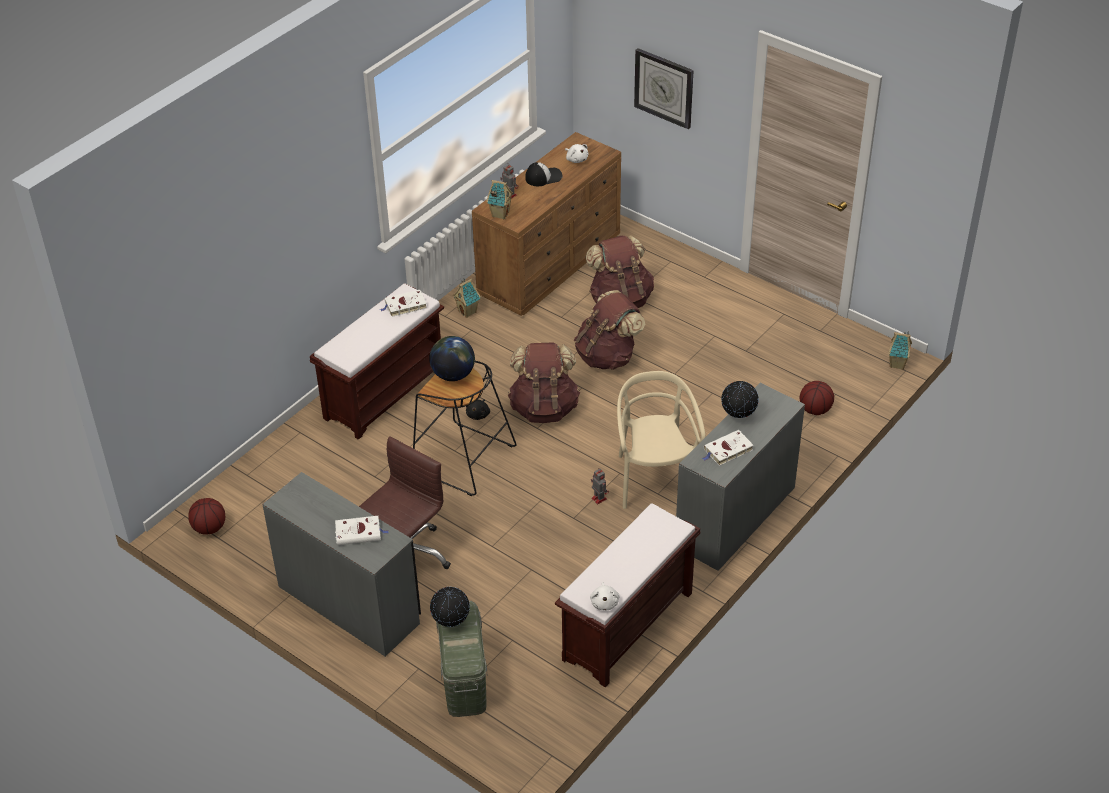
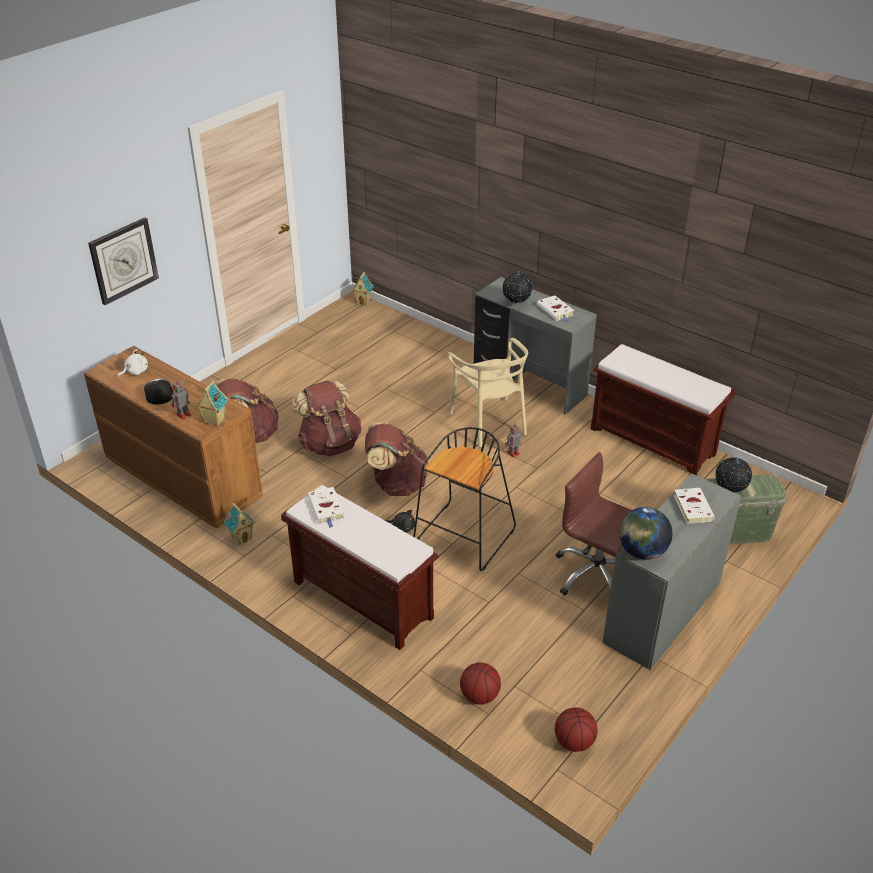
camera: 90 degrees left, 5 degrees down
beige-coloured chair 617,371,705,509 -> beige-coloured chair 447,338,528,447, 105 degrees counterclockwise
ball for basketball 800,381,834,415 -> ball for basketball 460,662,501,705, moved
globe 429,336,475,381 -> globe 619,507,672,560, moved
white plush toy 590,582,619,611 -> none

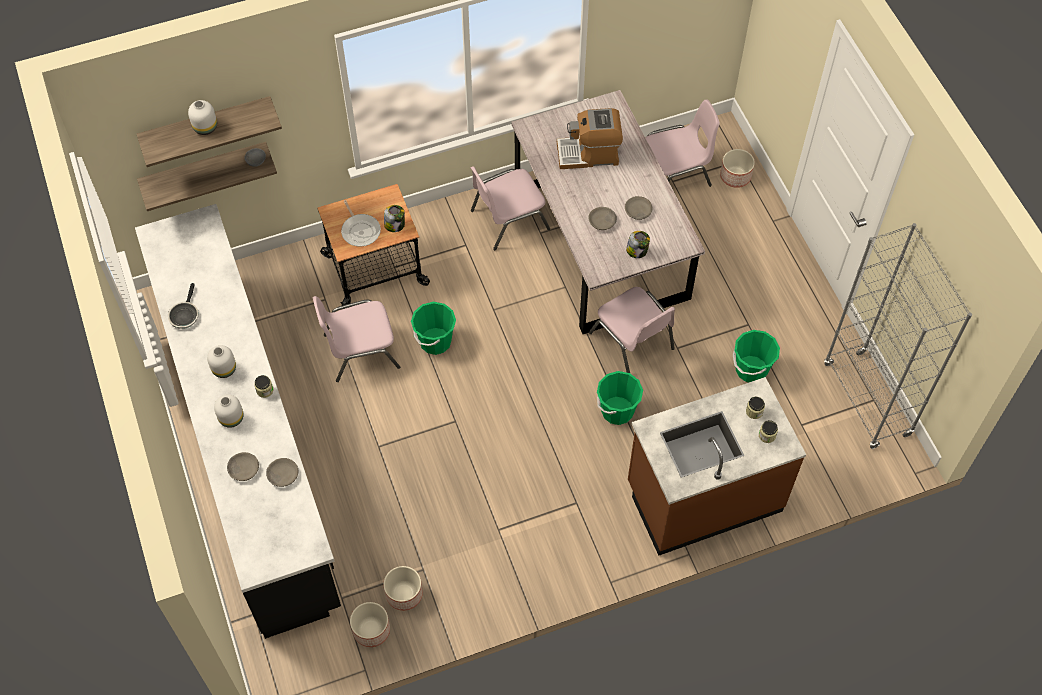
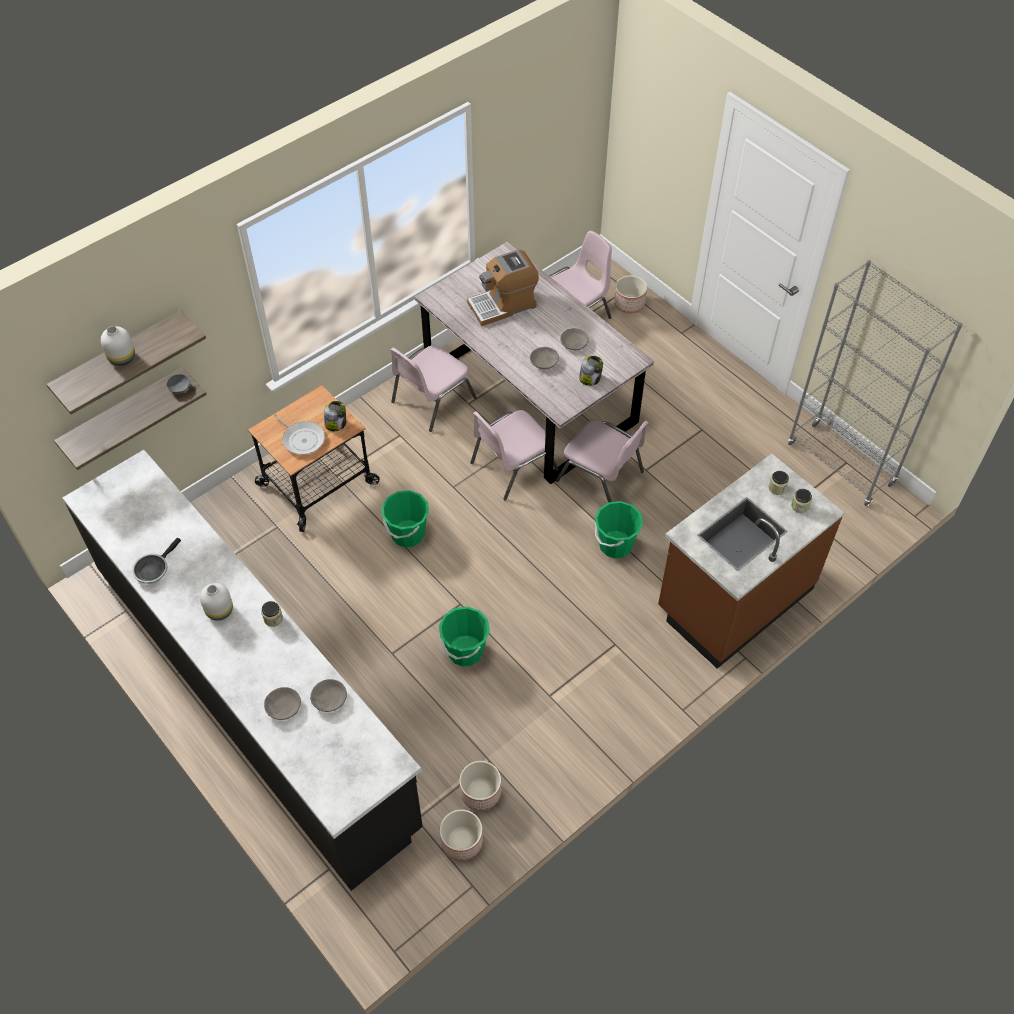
camera: 20 degrees left, 5 degrees down
pan 168,283,199,329 -> pan 132,538,181,584, 45 degrees clockwise
green-coloured water bucket 733,330,780,382 -> green-coloured water bucket 439,606,490,666, moved
pinkish chair 313,296,400,382 -> pinkish chair 470,410,559,500, moved
white flower vase 214,394,243,428 -> none

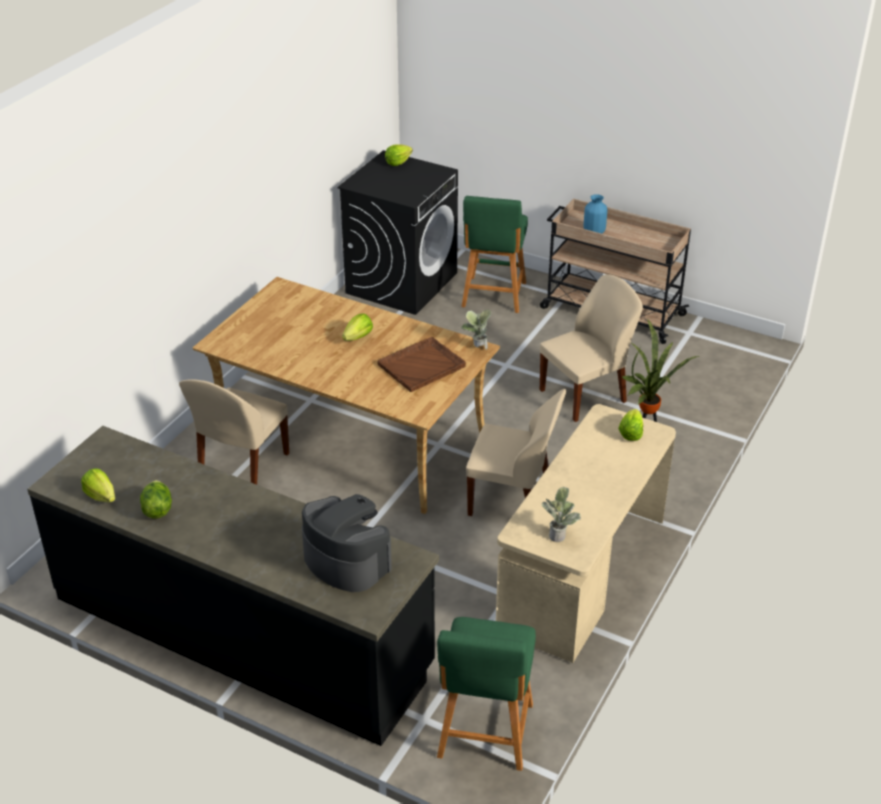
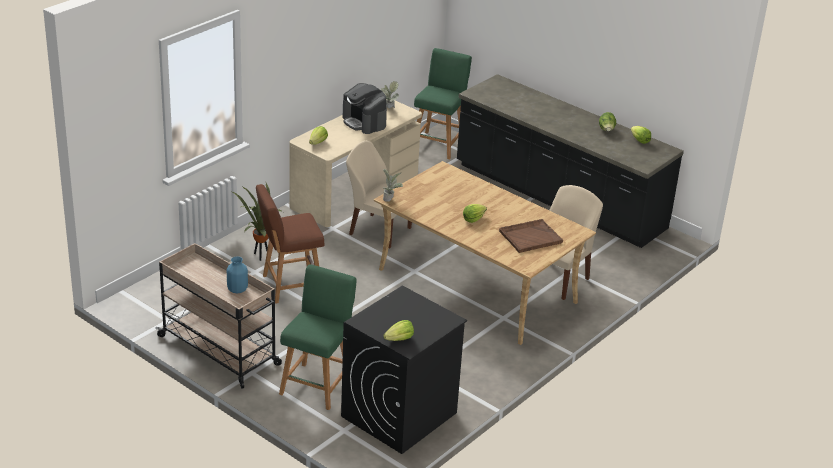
camera: 170 degrees left, 5 degrees down
beige-coloured chair 540,275,643,422 -> brown stool 256,184,325,303
coffee machine 302,494,392,592 -> coffee machine 343,83,387,134, moved
brown serving tray 377,337,466,392 -> brown serving tray 499,219,563,253, moved

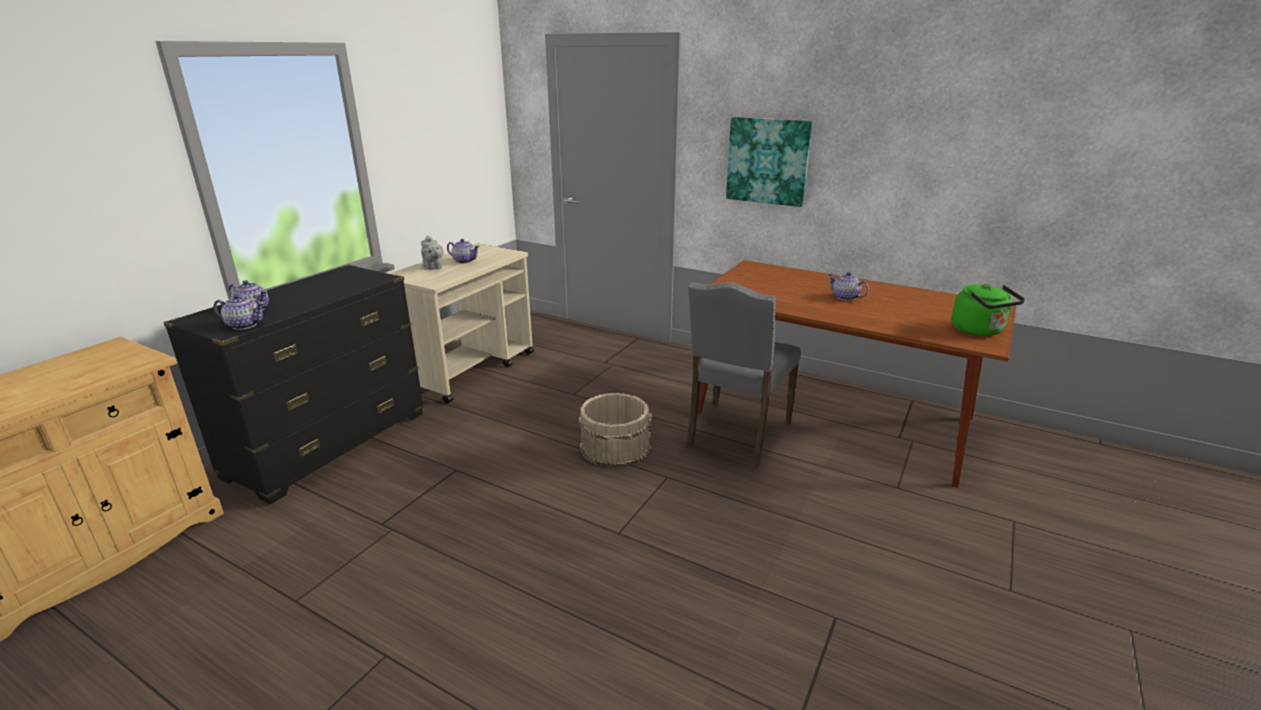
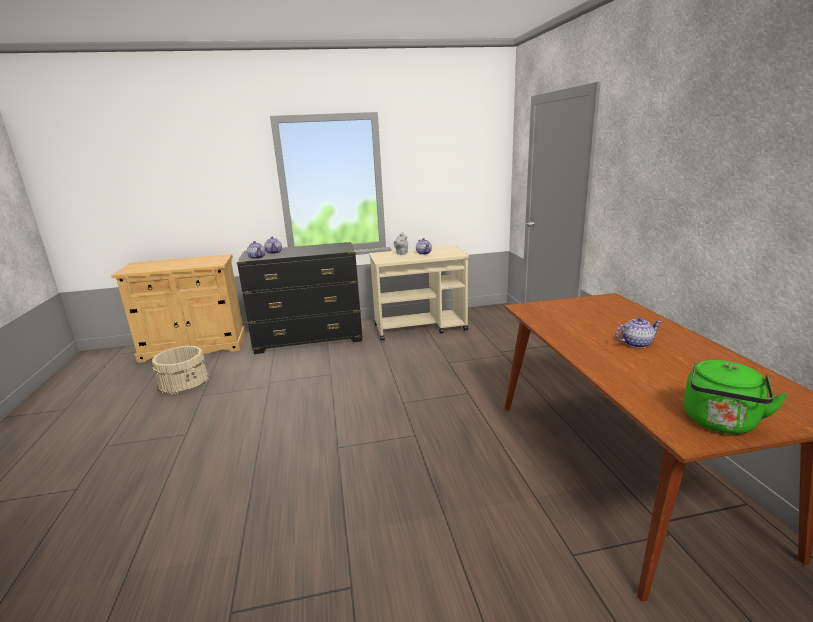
camera: 50 degrees right, 5 degrees down
beige-coloured water bucket 579,393,652,468 -> beige-coloured water bucket 152,346,209,395, moved
teapot 828,272,869,301 -> teapot 615,317,661,348, 75 degrees clockwise
gray chair 686,282,801,468 -> none
wall art 726,117,813,207 -> none

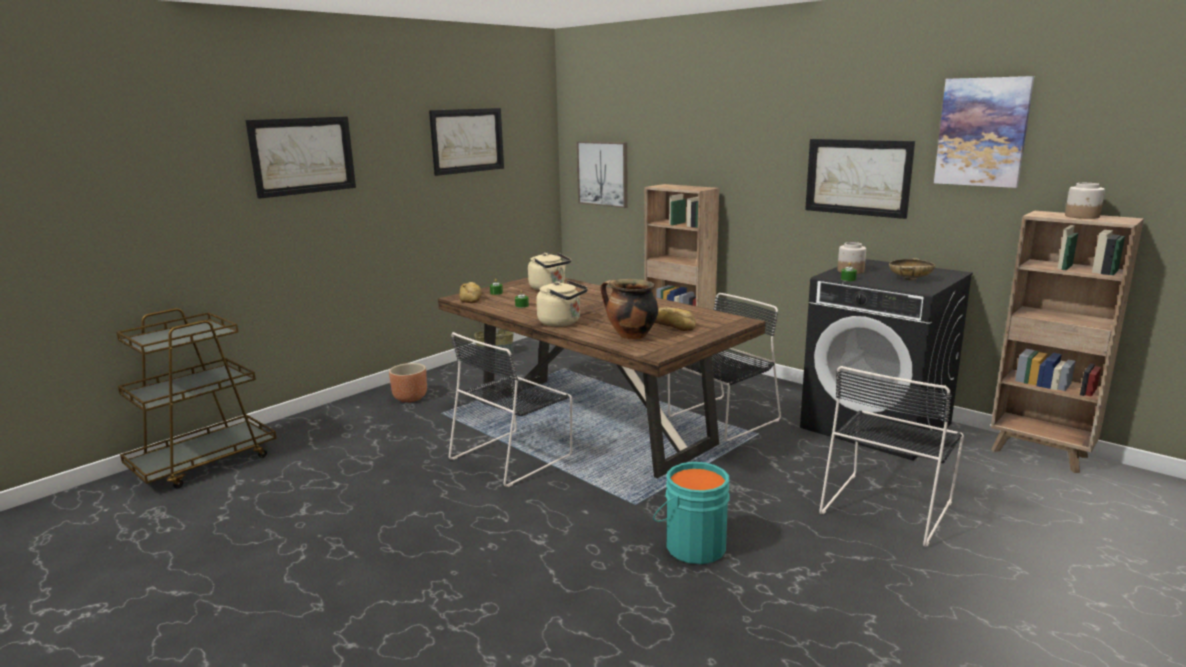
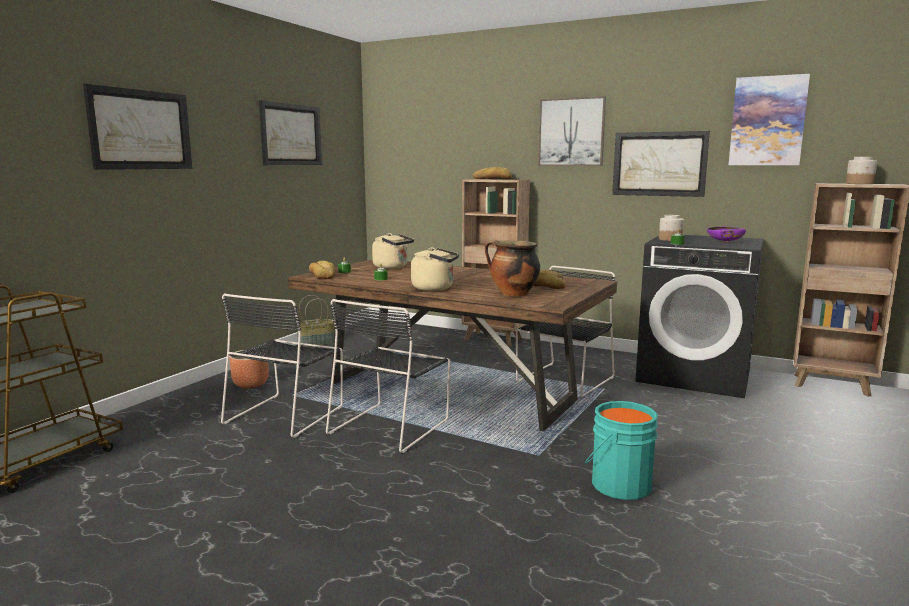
camera: 15 degrees left, 5 degrees down
blackish chair 819,366,964,547 -> blackish chair 221,294,343,438, moved
none -> baked bread 473,167,512,179
wall art 577,141,628,208 -> wall art 538,96,606,166, moved
beige-coloured deep dish 889,258,935,281 -> purple-coloured deep dish 707,226,746,243

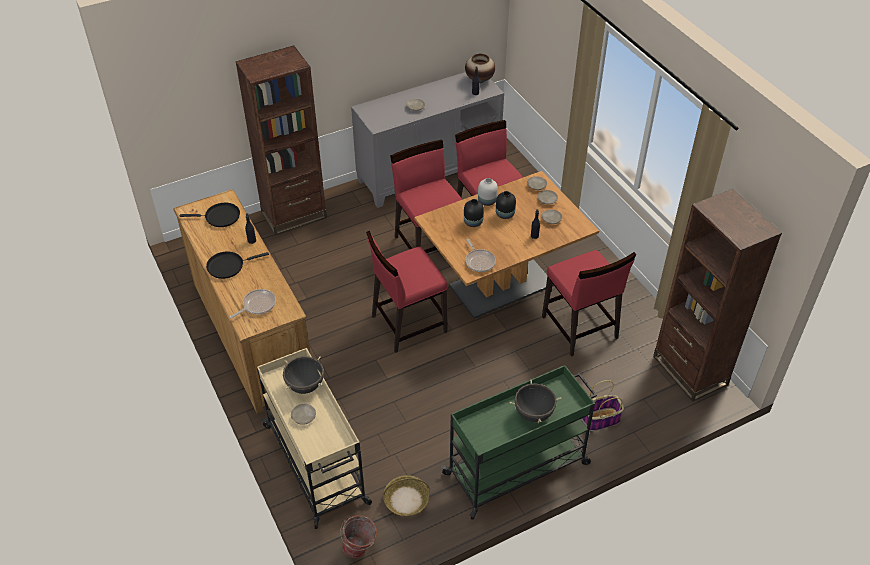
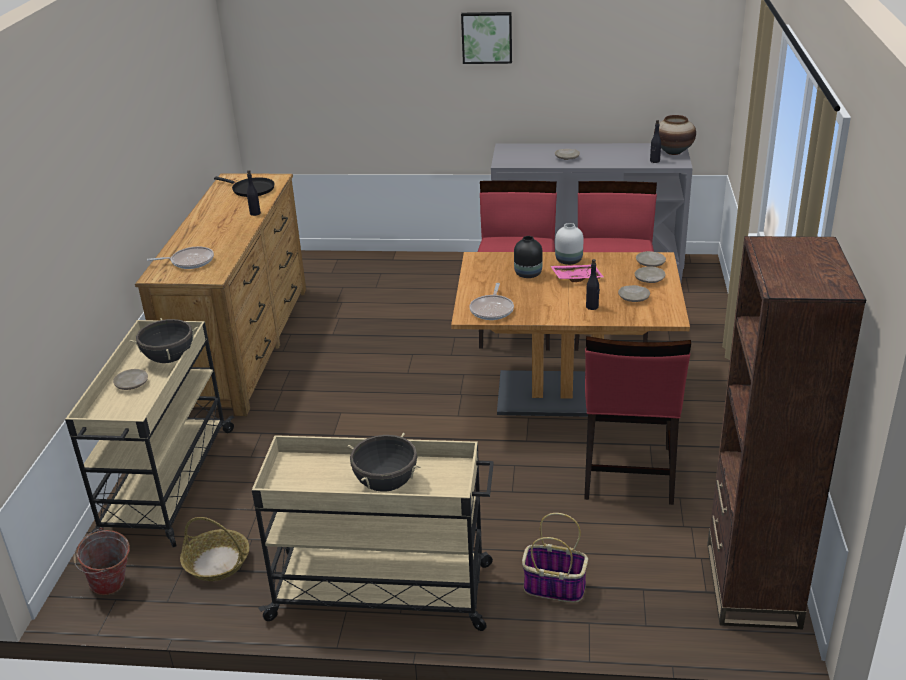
camera: 35 degrees right, 15 degrees down
green-coloured trolley 441,365,597,520 -> beige-coloured trolley 252,435,494,631
none -> wall art 461,12,512,64
blackish flower vase 496,191,516,219 -> pinkish serving tray 551,265,604,282
blackish pan 206,251,269,279 -> none
brown shelving unit 236,46,327,236 -> none
red-coloured chair 366,231,448,353 -> none

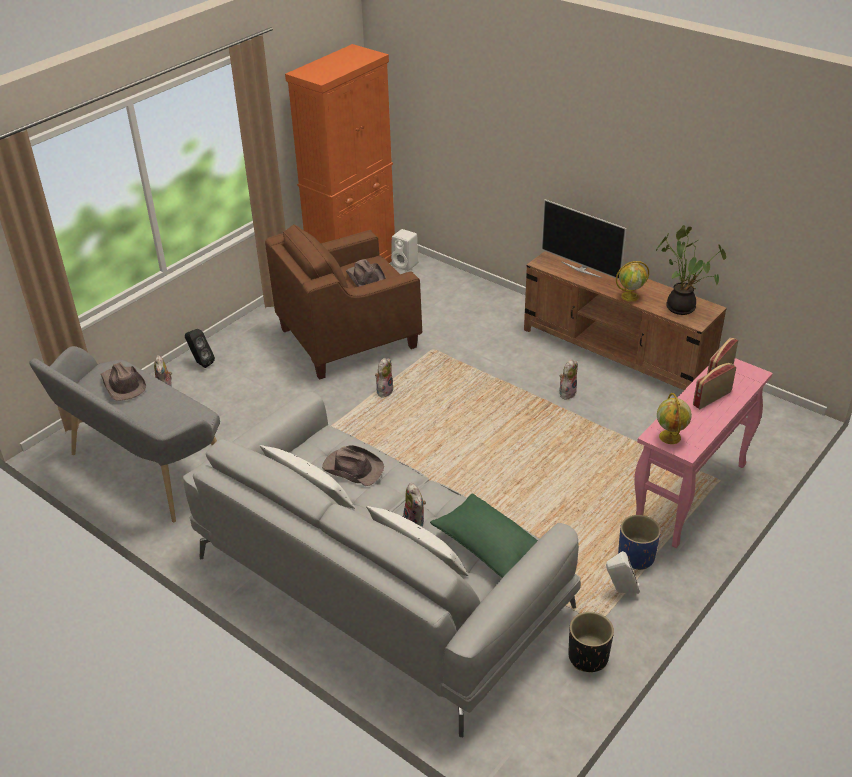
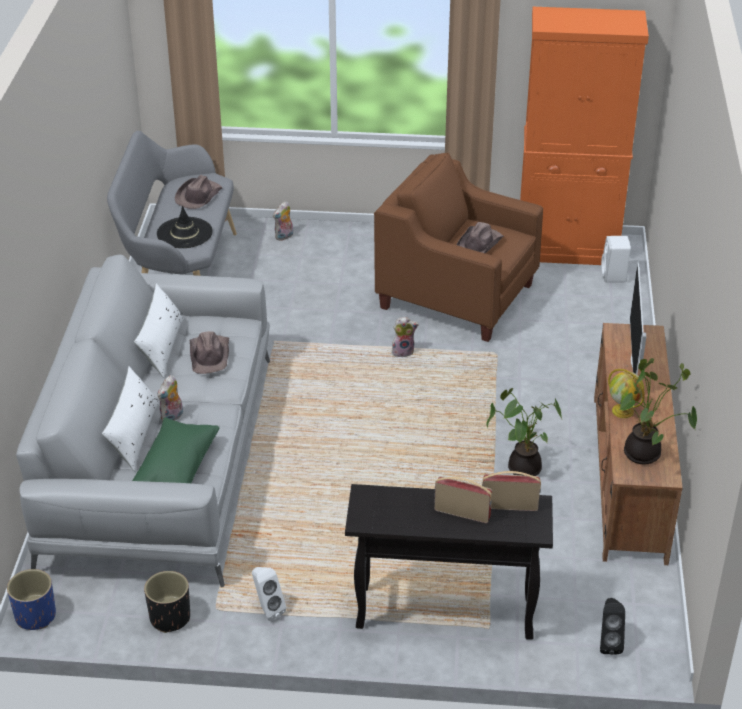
camera: 55 degrees right, 0 degrees up
blue plant pot 618,515,661,570 -> blue plant pot 7,569,56,630, moved
none -> blackish clothing hat 157,206,213,248
pinkish hall table 634,358,773,548 -> blackish hall table 345,484,553,640
plush toy 559,359,578,400 -> houseplant 486,388,562,476
blackish audio speaker 185,329,215,368 -> blackish audio speaker 600,598,625,655, moved
globe 657,393,692,444 -> none

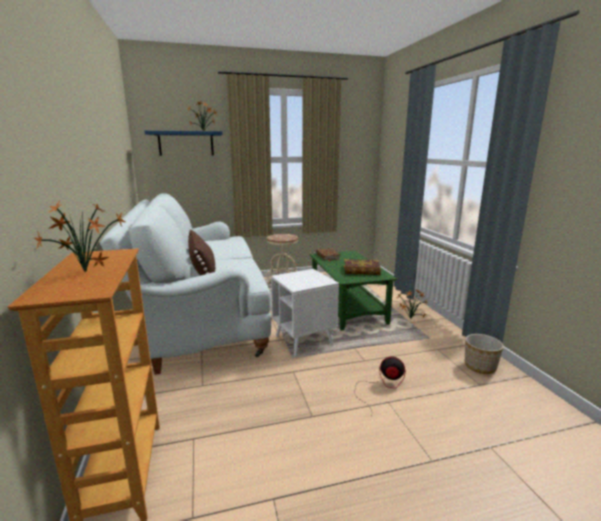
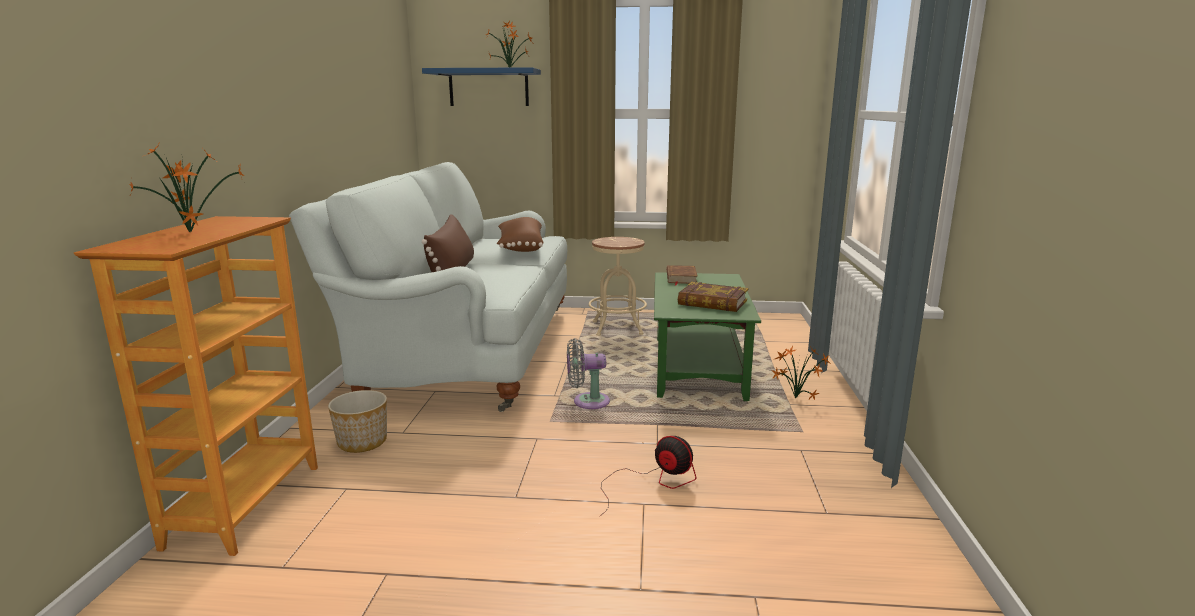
camera: 20 degrees right, 0 degrees up
plant pot 465,334,504,374 -> plant pot 328,390,387,453, moved
none -> brown pillow 497,217,544,252
white side table 271,269,339,356 -> gray electric fan 567,338,610,409

